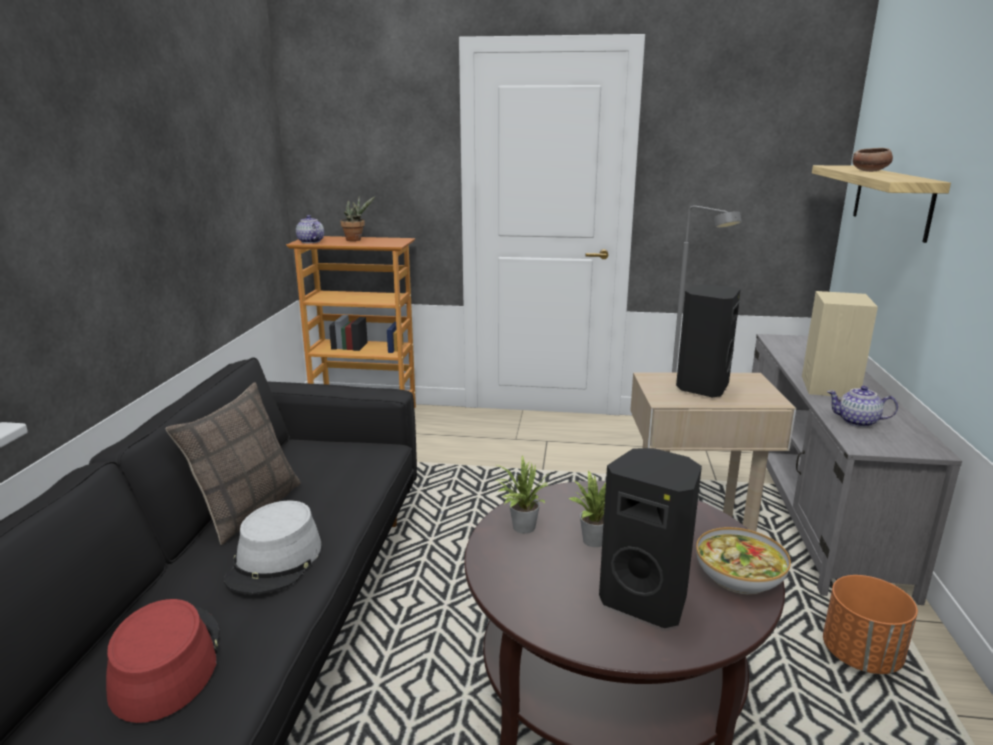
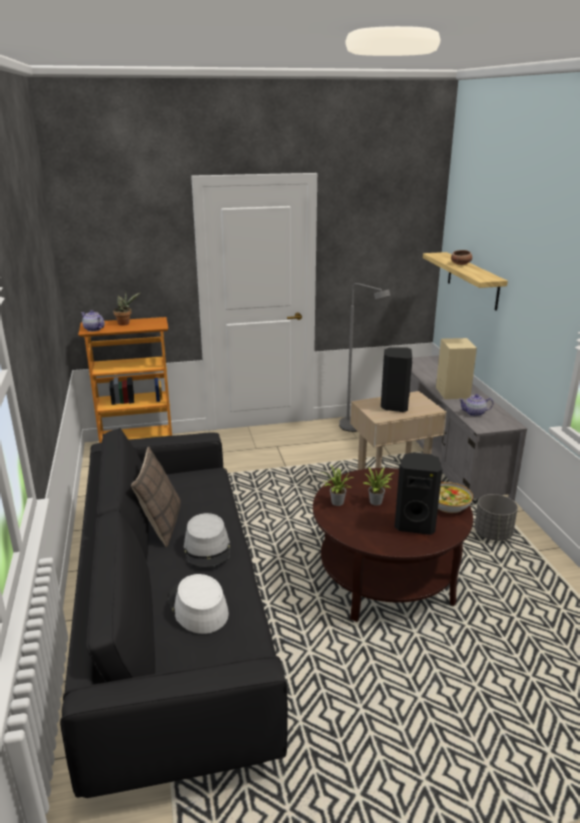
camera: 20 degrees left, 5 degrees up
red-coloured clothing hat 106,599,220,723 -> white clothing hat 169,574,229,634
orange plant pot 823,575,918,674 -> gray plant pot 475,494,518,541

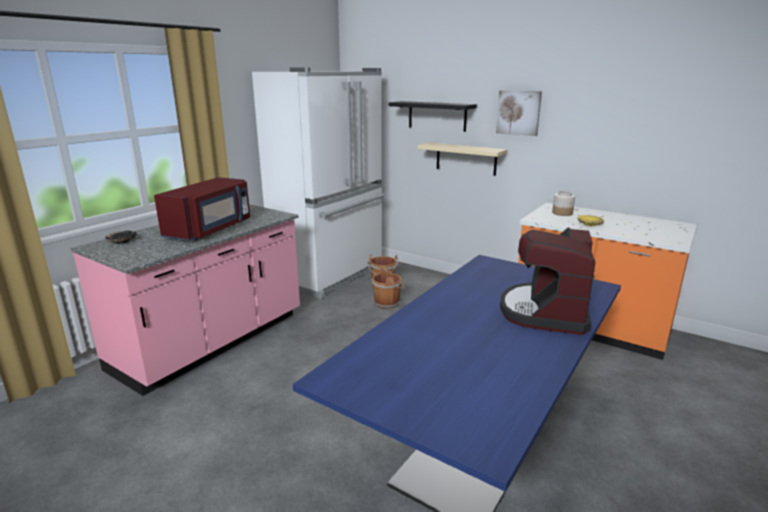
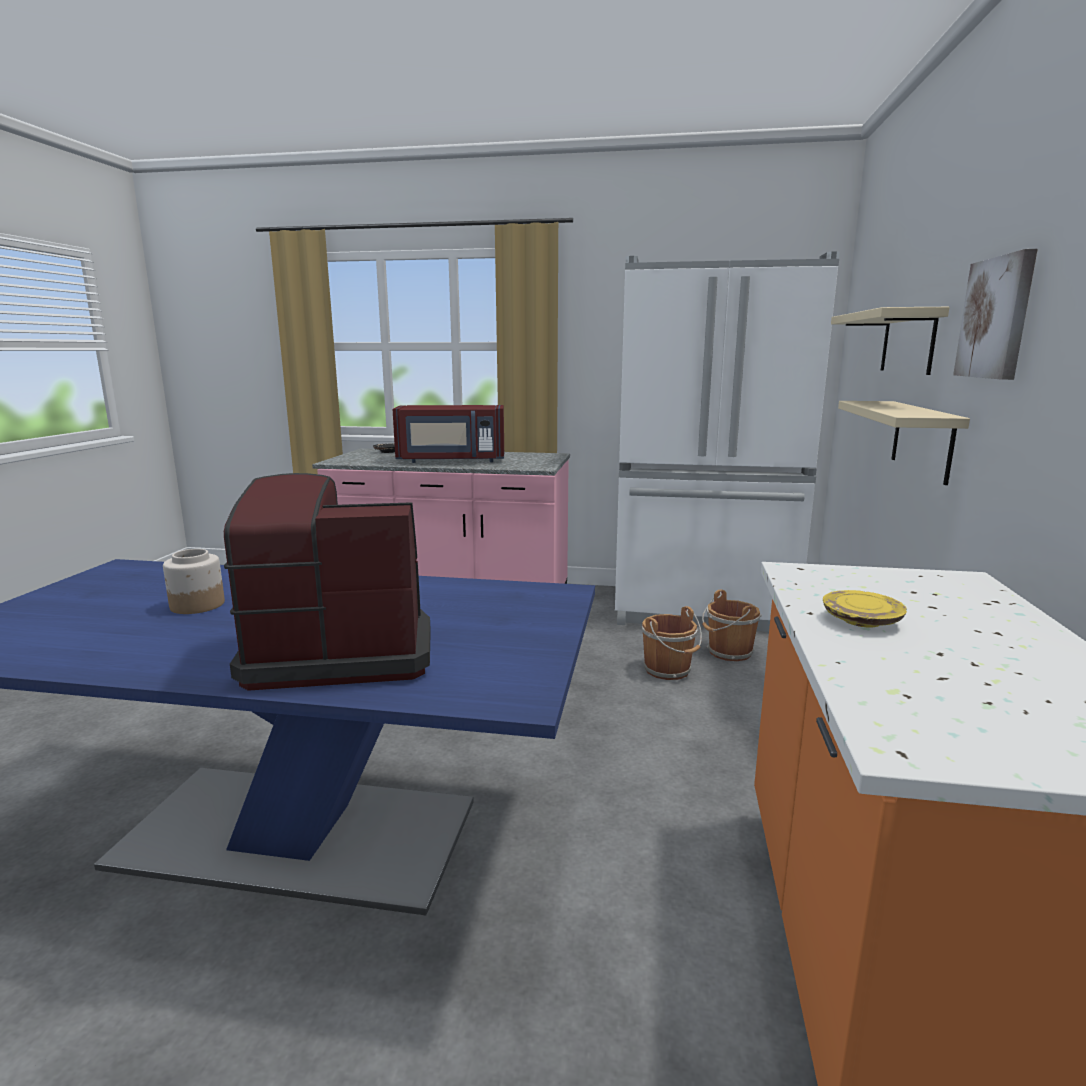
camera: 65 degrees right, 5 degrees down
preserve jar 552,191,575,216 -> preserve jar 163,549,225,614, moved
blackish wall shelf 389,101,477,132 -> beige-coloured wall shelf 831,307,949,375

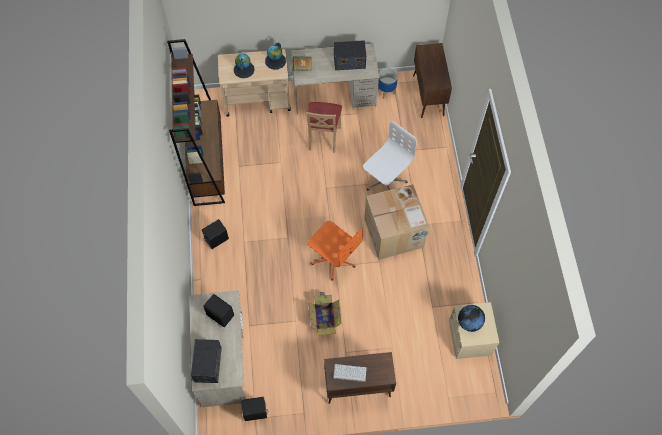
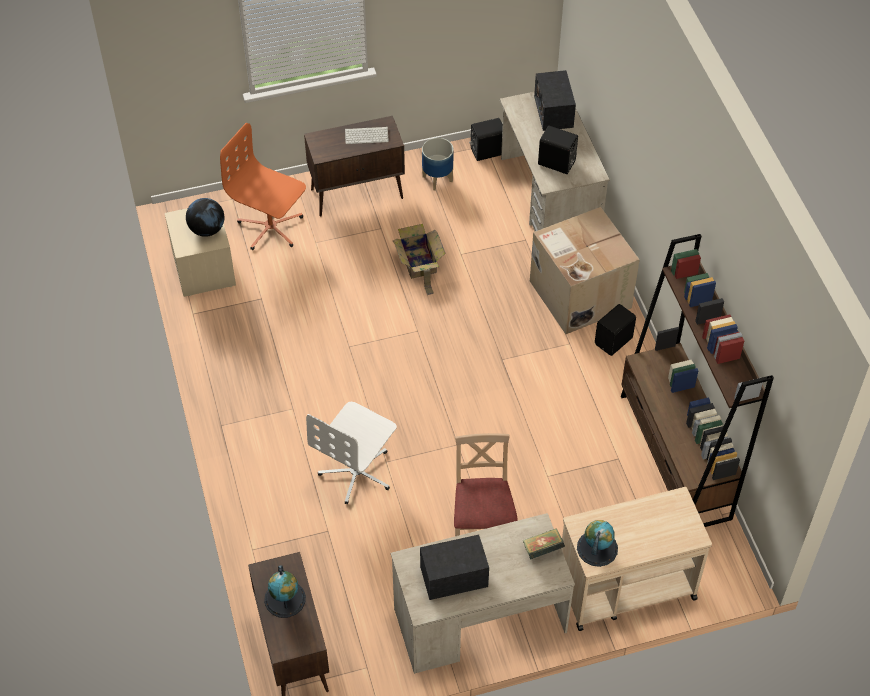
camera: 170 degrees right, 10 degrees down
orange computer chair 307,221,363,280 -> orange computer chair 220,123,306,250, moved
globe 233,53,255,78 -> globe 264,565,306,618, moved
plant pot 378,68,398,99 -> plant pot 422,138,454,190, moved
packing box 364,184,429,260 -> packing box 530,207,640,334, moved

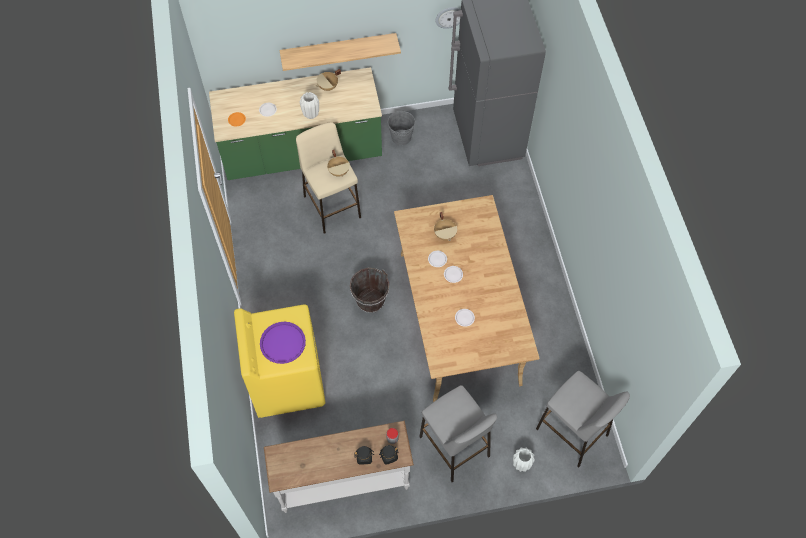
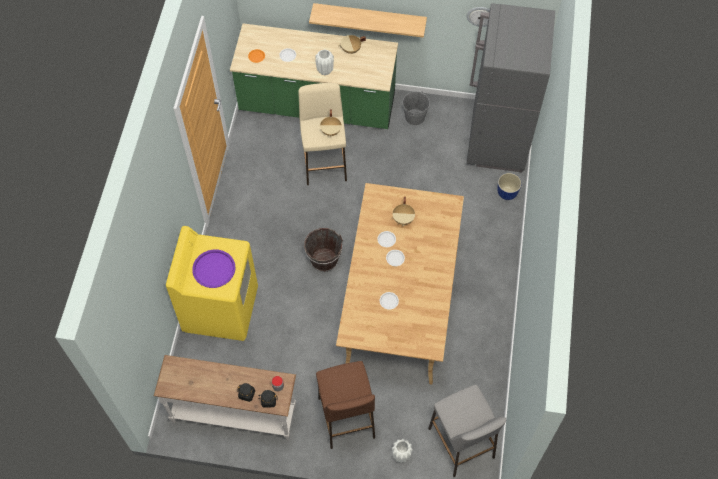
camera: 20 degrees right, 0 degrees up
gray stool 419,385,497,482 -> brown stool 316,361,375,449
none -> plant pot 497,173,522,200

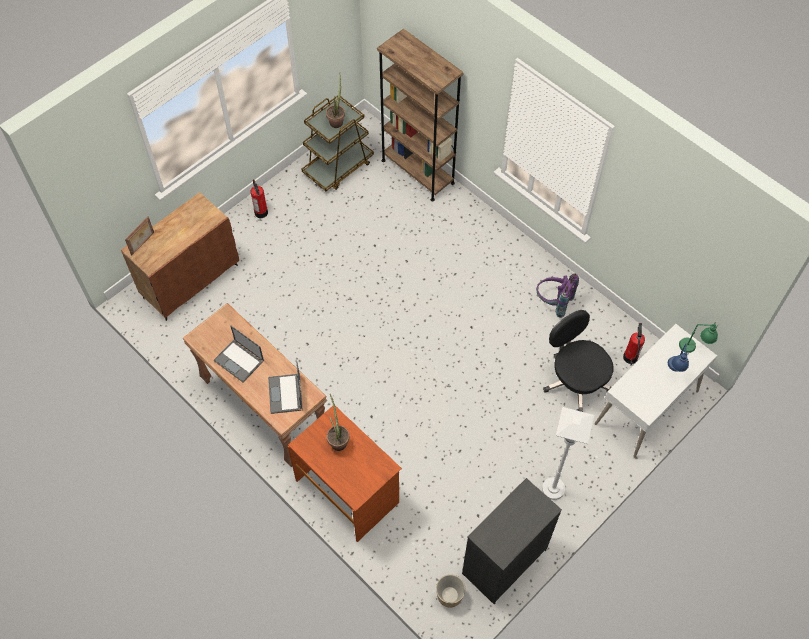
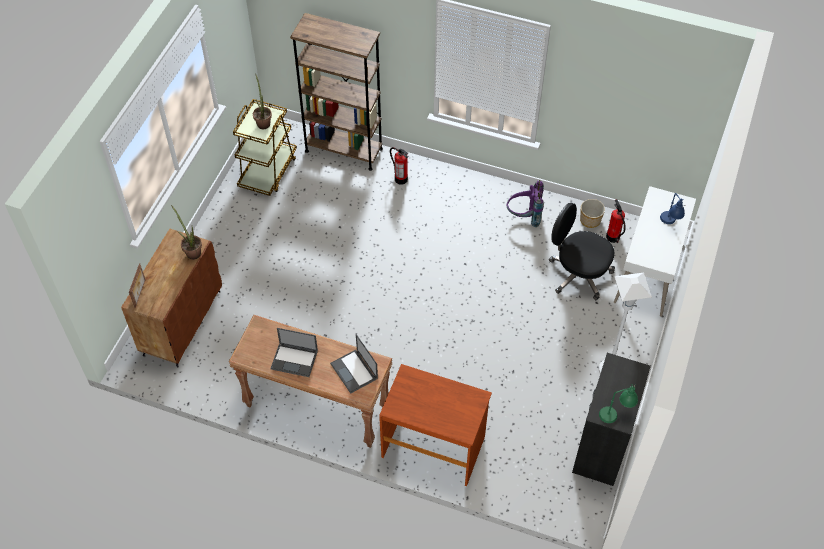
camera: 25 degrees left, 5 degrees down
houseplant 326,394,349,451 -> houseplant 171,205,202,260, moved
extinguisher 250,179,268,218 -> extinguisher 390,147,409,185, moved
plant pot 436,574,465,608 -> plant pot 580,199,605,228, moved
green-coloured lamp for a table 679,322,718,353 -> green-coloured lamp for a table 599,384,638,423, moved

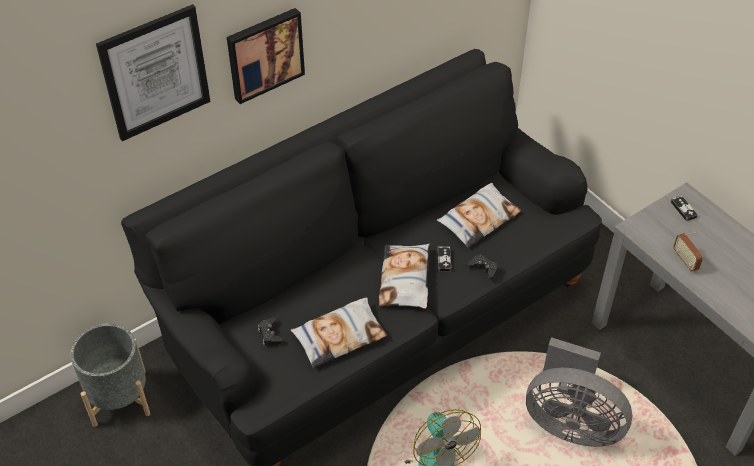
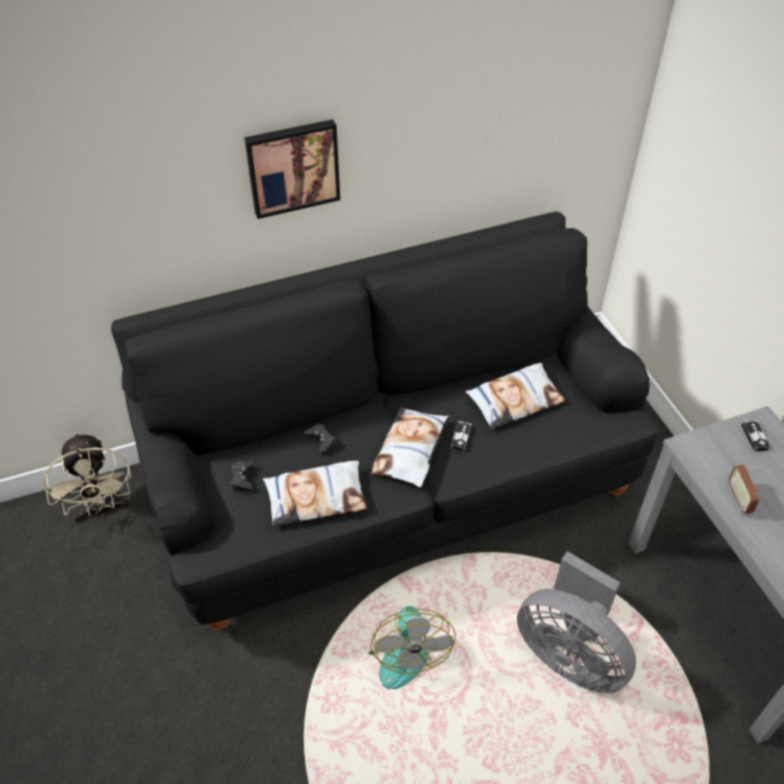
camera: 15 degrees right, 0 degrees up
gray plant pot 70,323,150,427 -> beige-coloured electric fan 43,432,131,522
blackish gamepad 468,254,498,280 -> blackish gamepad 304,424,337,455, moved
wall art 96,4,210,141 -> none

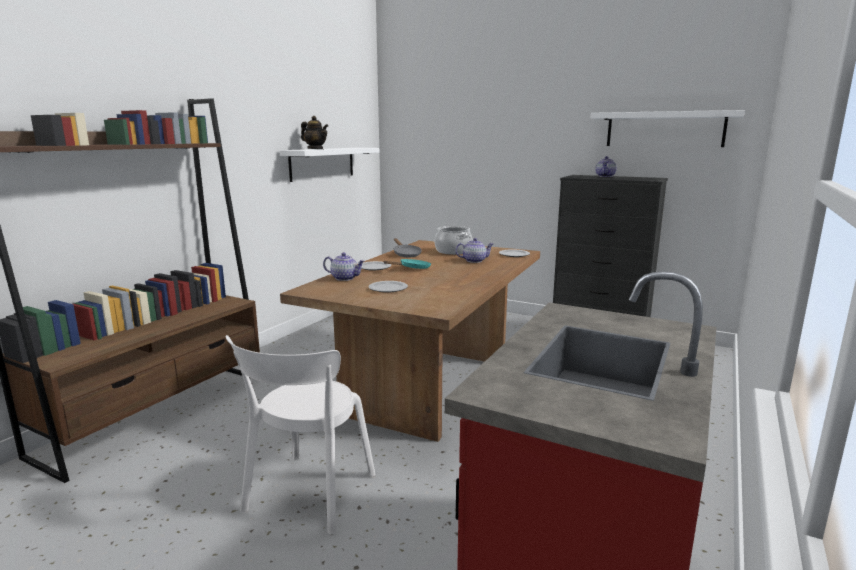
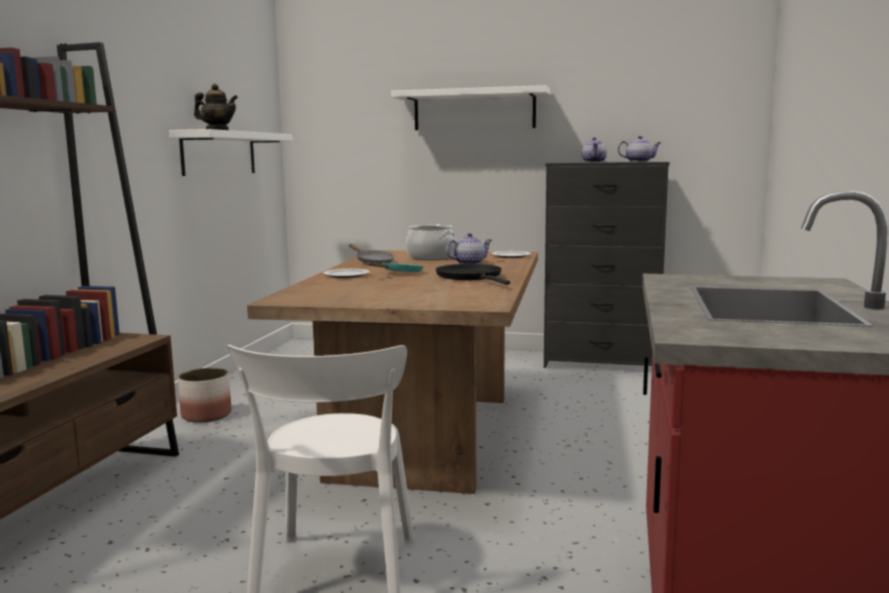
camera: 15 degrees left, 5 degrees down
none -> plant pot 178,368,231,422
white wall shelf 591,110,745,147 -> white wall shelf 391,85,550,130, moved
none -> blackish pan 436,264,510,285
teapot 323,253,365,281 -> teapot 618,136,661,162, moved
flat dish 368,281,408,293 -> none

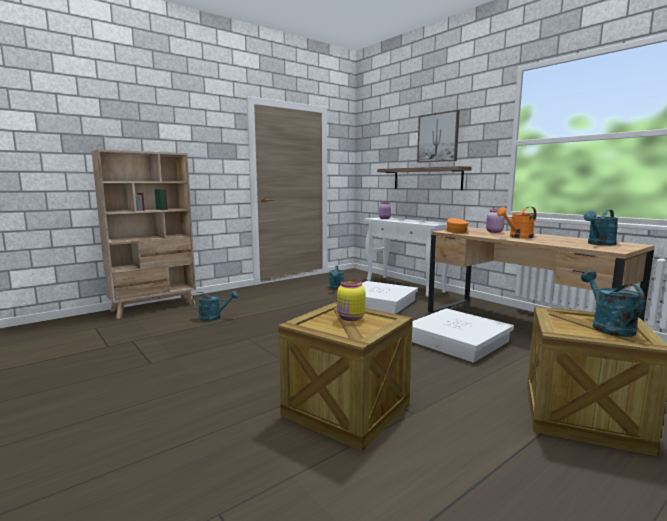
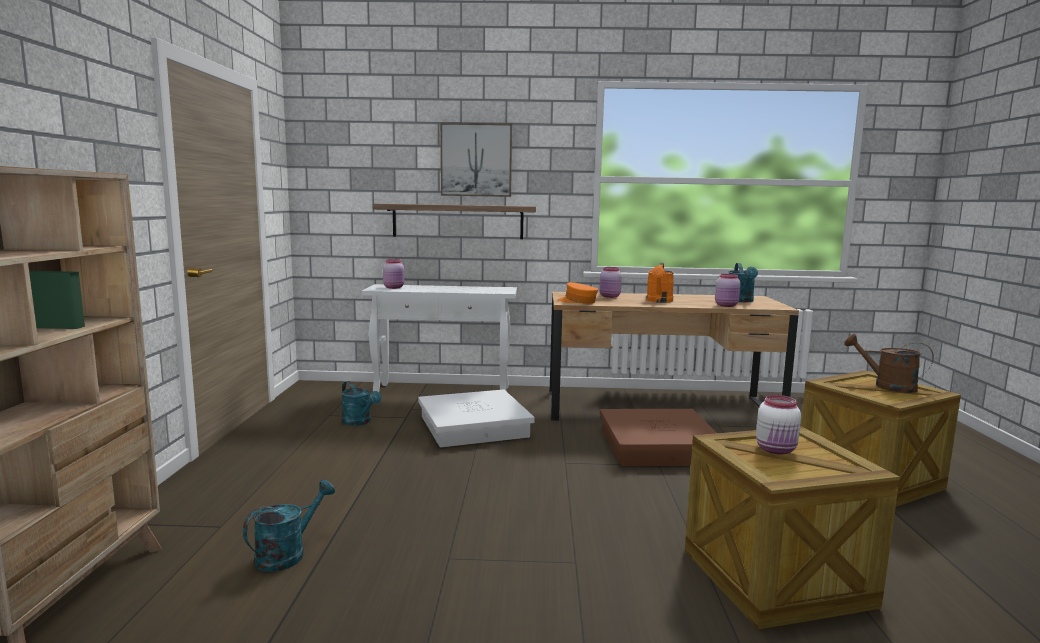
camera: 50 degrees left, 0 degrees up
white storage container 412,308,514,363 -> brown storage container 600,409,717,466
none -> pinkish preserve jar 715,274,741,307
yellow preserve jar 337,279,366,321 -> white preserve jar 756,395,801,454
turquoise-coloured watering pot 581,270,645,337 -> brown watering pot 844,334,934,393

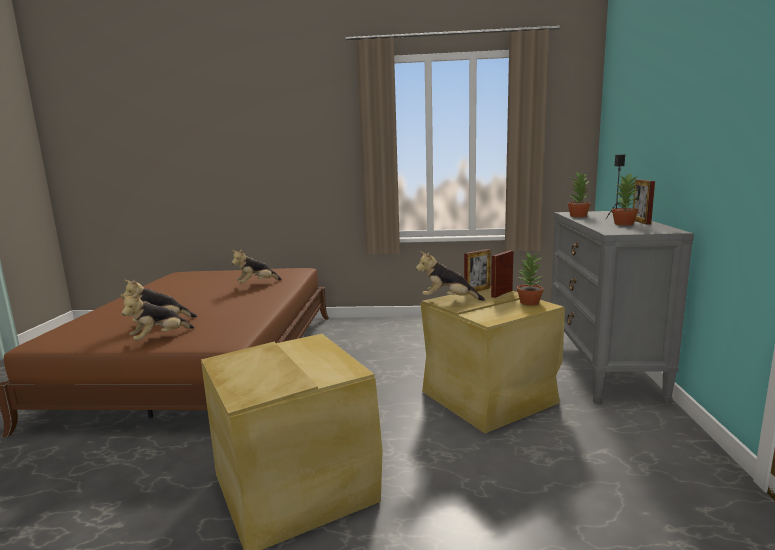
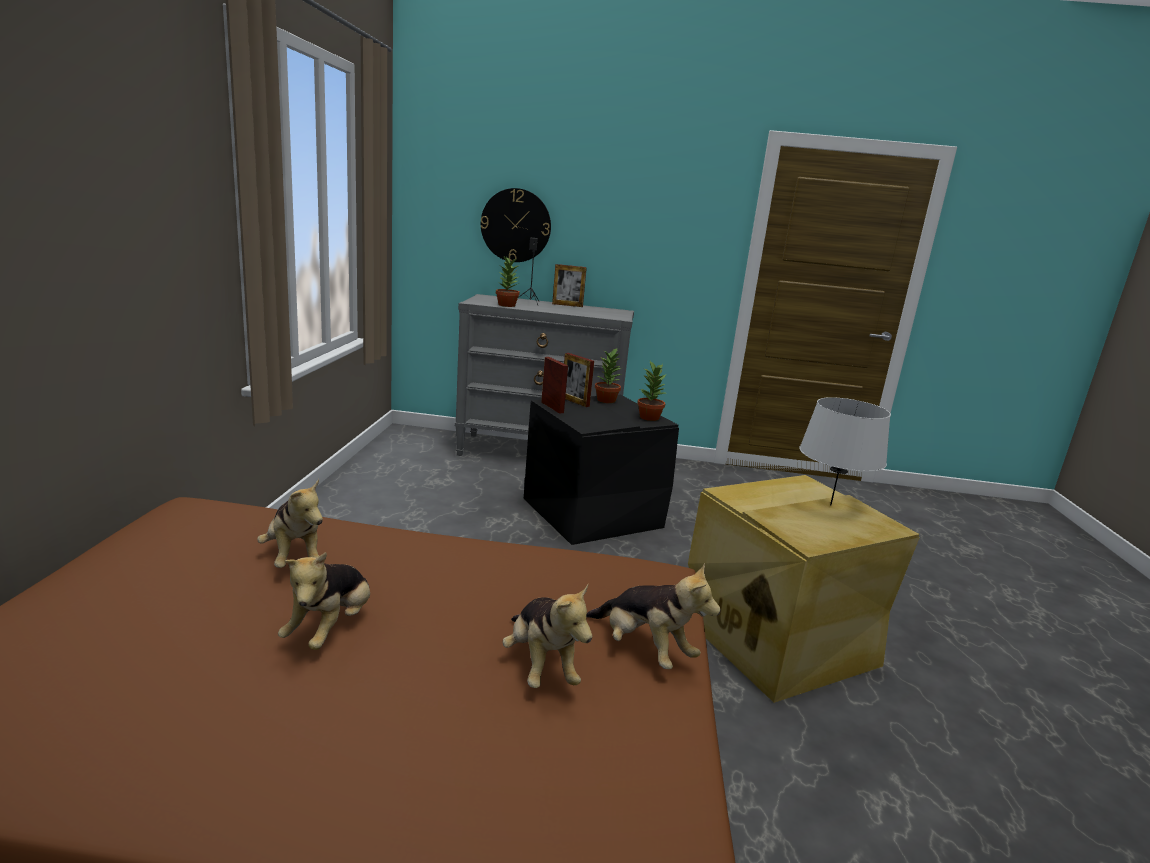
camera: 90 degrees left, 5 degrees up
plush toy 416,251,485,301 -> plush toy 278,552,370,650, moved
none -> hanging clock 481,188,551,262
beige-coloured storage container 420,288,565,433 -> blackish storage container 524,395,679,545
houseplant 612,173,640,225 -> houseplant 637,361,665,421, moved
none -> gray lamp for a table 799,397,891,505

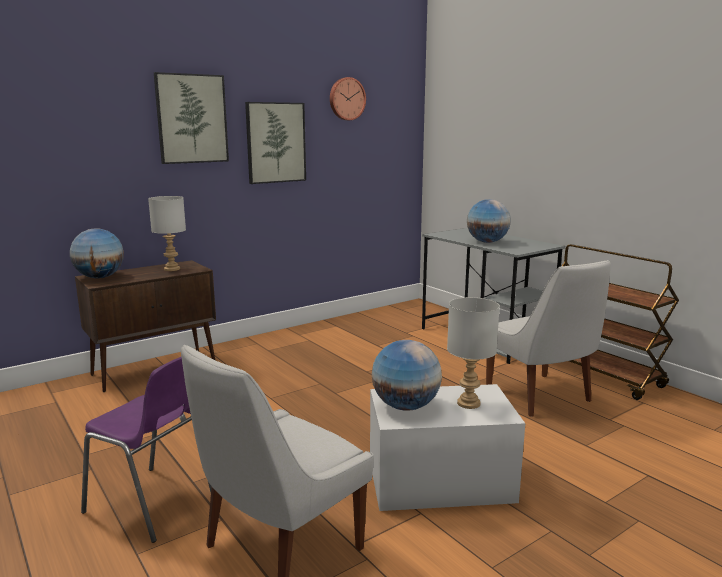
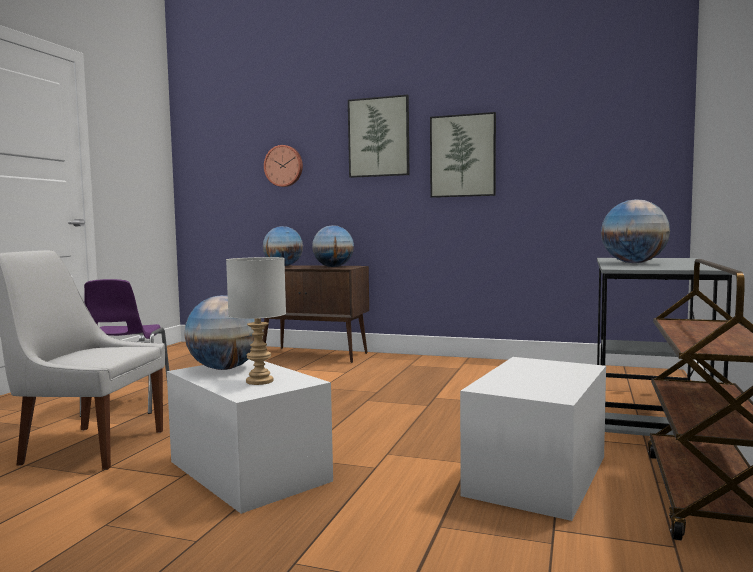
camera: 55 degrees right, 10 degrees down
hanging clock 330,77,366,120 -> hanging clock 264,145,303,187, moved
gray lamp for a table 148,196,186,271 -> globe 312,225,354,267
white chair 486,260,611,417 -> white storage container 460,357,606,521

